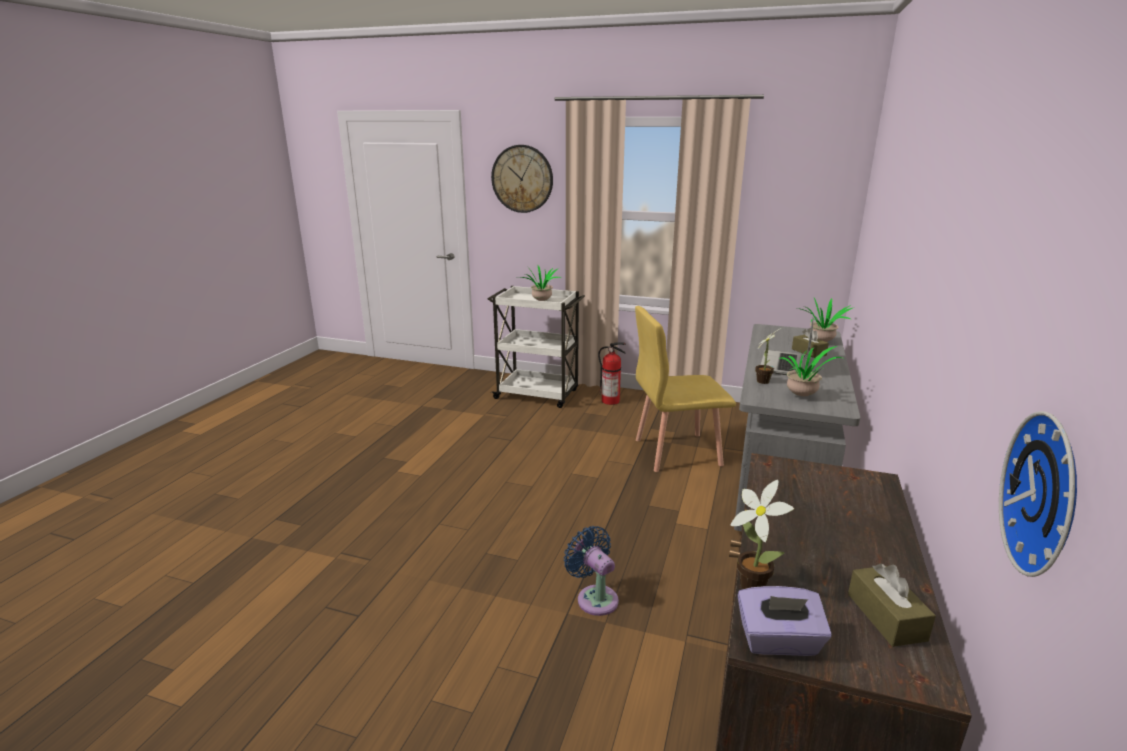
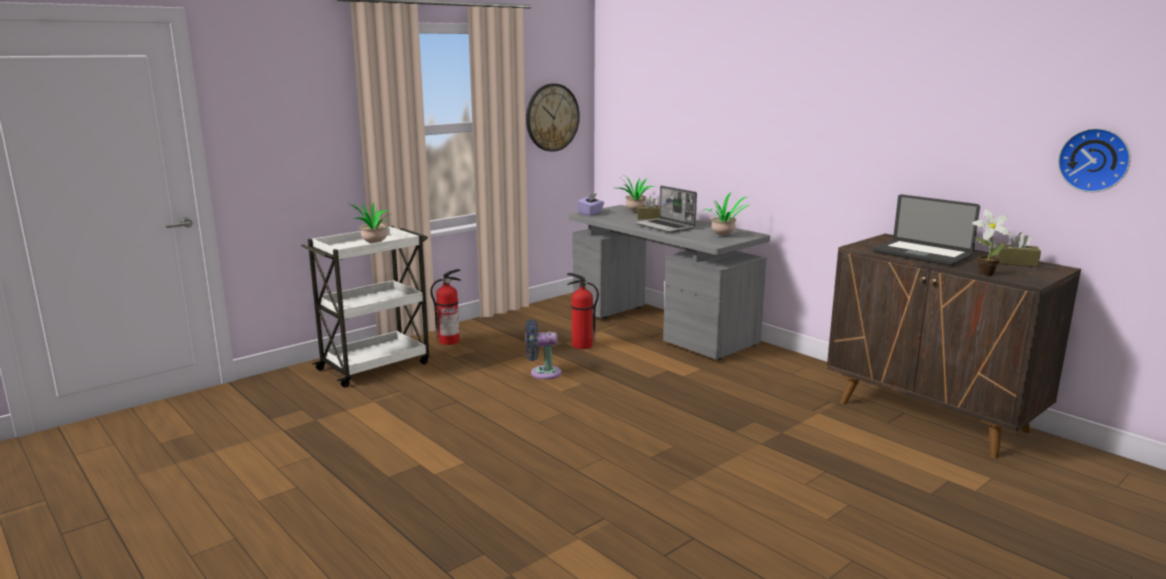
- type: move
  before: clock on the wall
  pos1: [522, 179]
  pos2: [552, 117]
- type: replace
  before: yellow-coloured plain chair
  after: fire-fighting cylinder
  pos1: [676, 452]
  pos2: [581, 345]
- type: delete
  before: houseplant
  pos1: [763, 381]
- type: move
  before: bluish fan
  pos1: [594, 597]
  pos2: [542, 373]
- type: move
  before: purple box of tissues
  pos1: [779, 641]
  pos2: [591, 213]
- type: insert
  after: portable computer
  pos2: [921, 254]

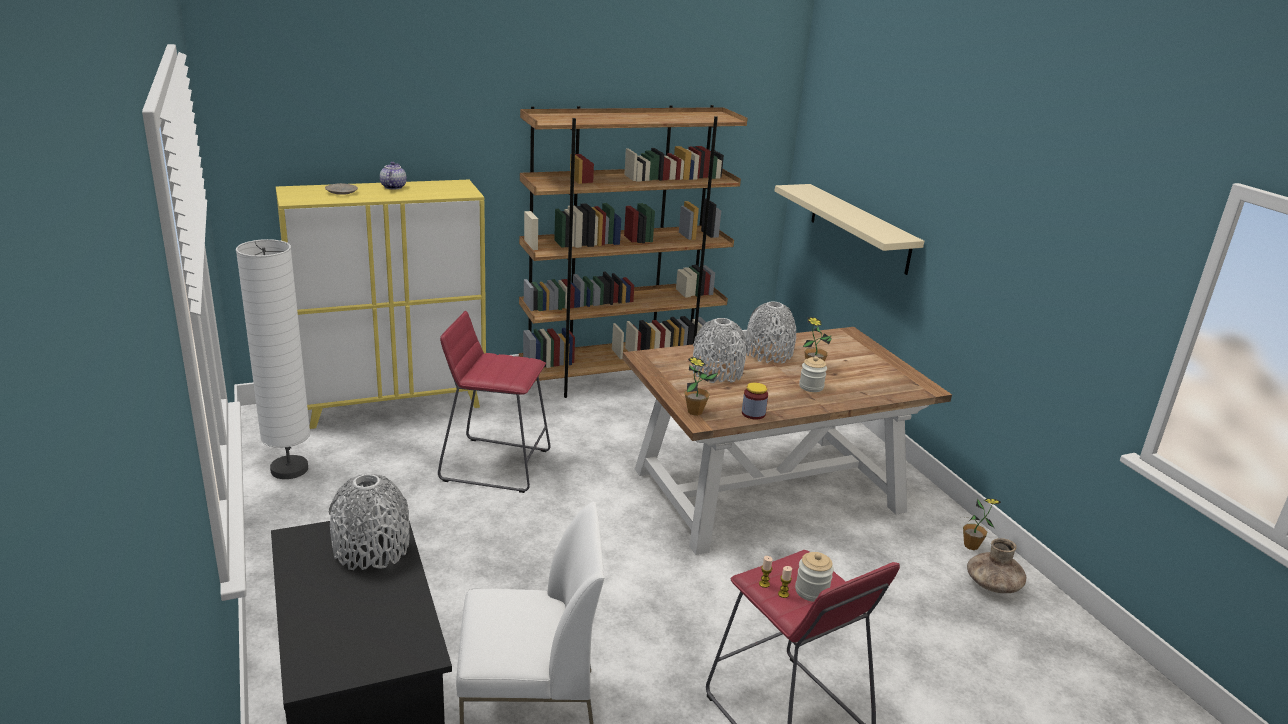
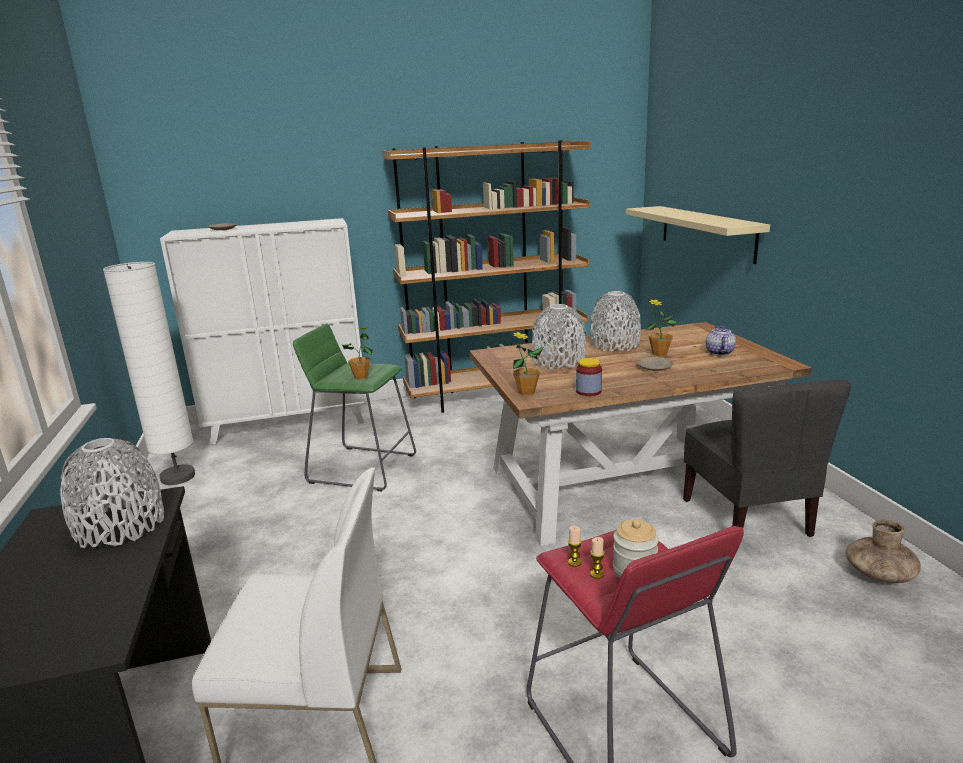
- type: move
  before: tea pot
  pos1: [393, 187]
  pos2: [718, 352]
- type: recolor
  before: yellow-coloured cabinet
  after: white cabinet
  pos1: [394, 405]
  pos2: [290, 423]
- type: recolor
  before: red sitting stool
  after: green sitting stool
  pos1: [495, 465]
  pos2: [362, 468]
- type: replace
  before: preserve jar
  after: sand-coloured dinner plate
  pos1: [811, 387]
  pos2: [655, 368]
- type: move
  before: houseplant
  pos1: [971, 546]
  pos2: [361, 377]
- type: insert
  after: greyish plain chair
  pos2: [747, 517]

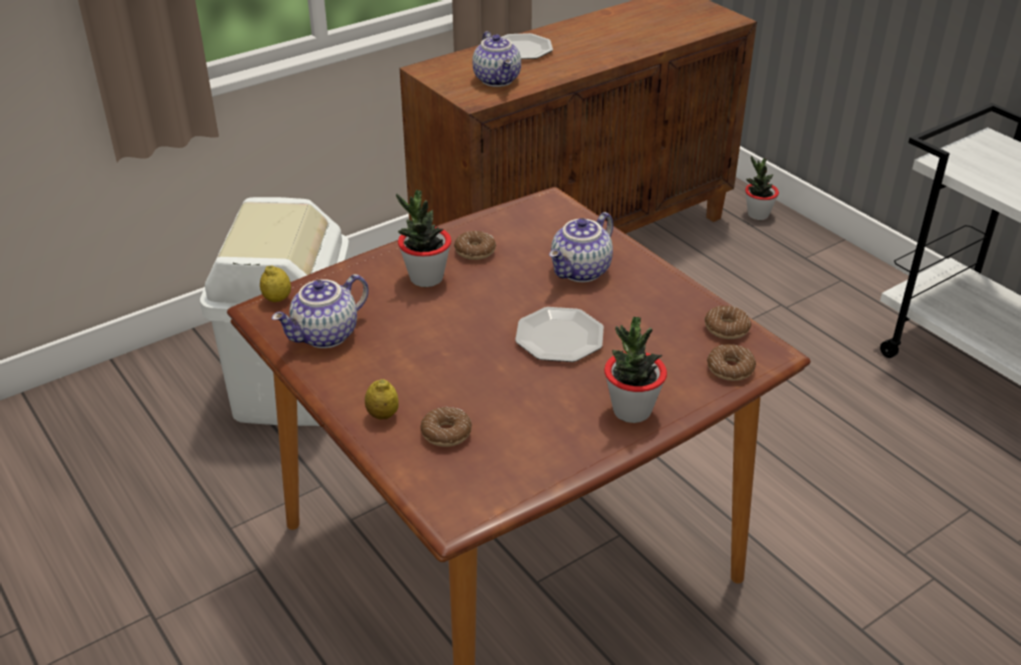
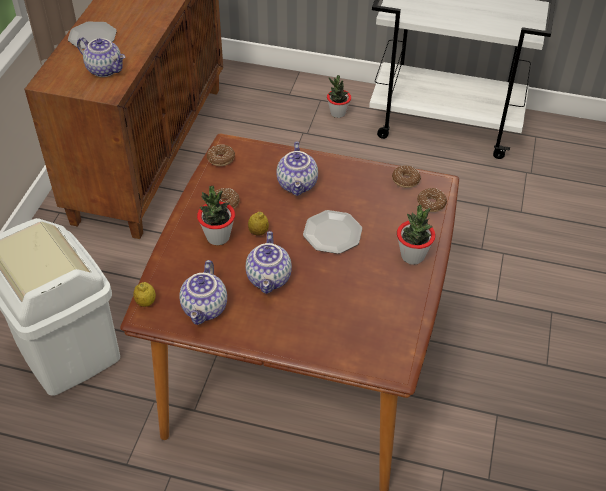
- type: move
  before: houseplant
  pos1: [758, 215]
  pos2: [338, 113]
- type: move
  before: citrus fruit
  pos1: [382, 415]
  pos2: [258, 232]
- type: move
  before: donut
  pos1: [446, 433]
  pos2: [221, 159]
- type: insert
  after: tea pot
  pos2: [270, 279]

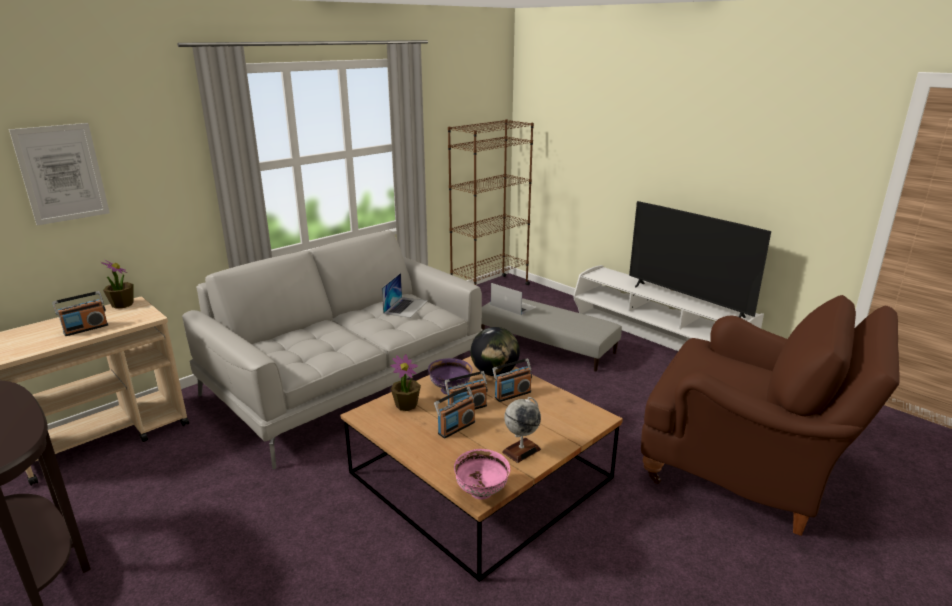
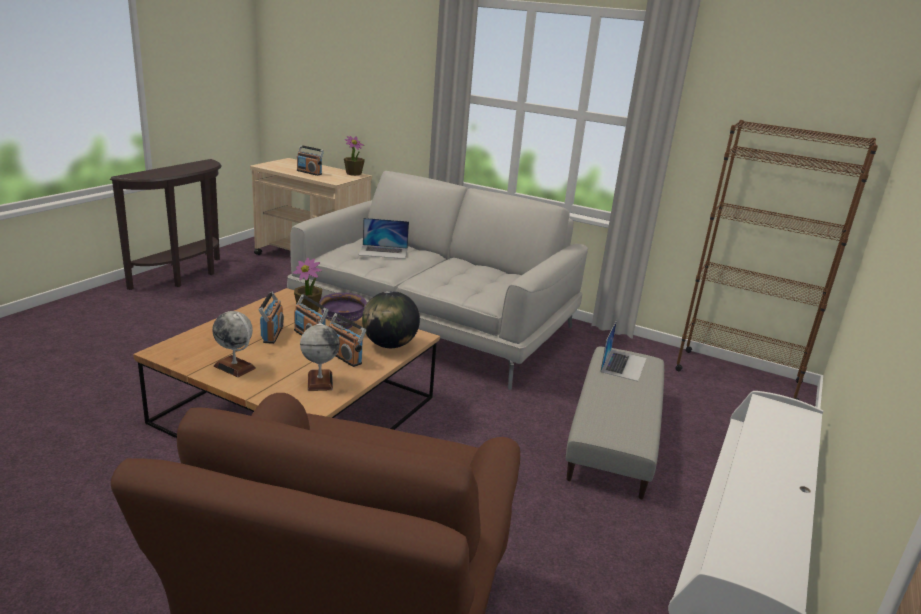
- type: delete
  before: wall picture
  pos1: [62, 173]
- type: delete
  before: TV set
  pos1: [687, 301]
- type: move
  before: portable computer
  pos1: [405, 307]
  pos2: [383, 251]
- type: rotate
  before: radio receiver
  pos1: [456, 427]
  pos2: [272, 334]
  turn: -120
- type: delete
  before: pink-coloured bowl
  pos1: [482, 492]
- type: insert
  after: world globe
  pos2: [320, 381]

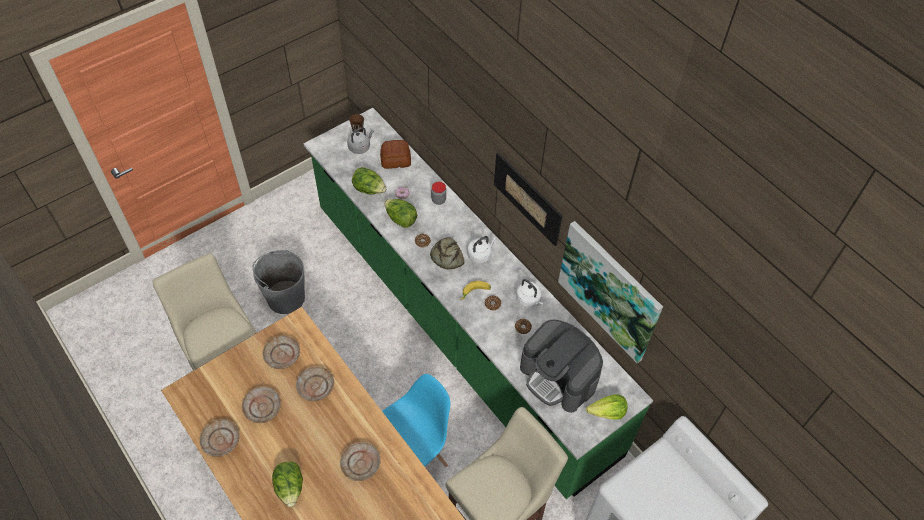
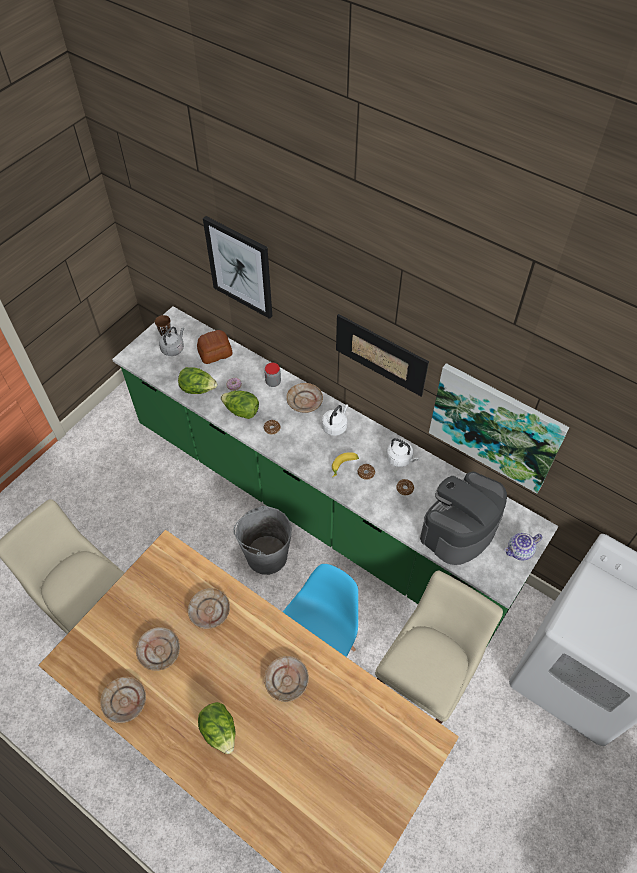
- type: delete
  before: bread
  pos1: [447, 256]
- type: move
  before: greyish pail
  pos1: [285, 297]
  pos2: [266, 555]
- type: rotate
  before: coffee machine
  pos1: [558, 377]
  pos2: [459, 529]
  turn: 105
- type: move
  before: sand-coloured dinner plate
  pos1: [282, 355]
  pos2: [304, 401]
- type: replace
  before: lettuce
  after: tea pot
  pos1: [607, 412]
  pos2: [519, 551]
- type: insert
  after: wall picture
  pos2: [240, 267]

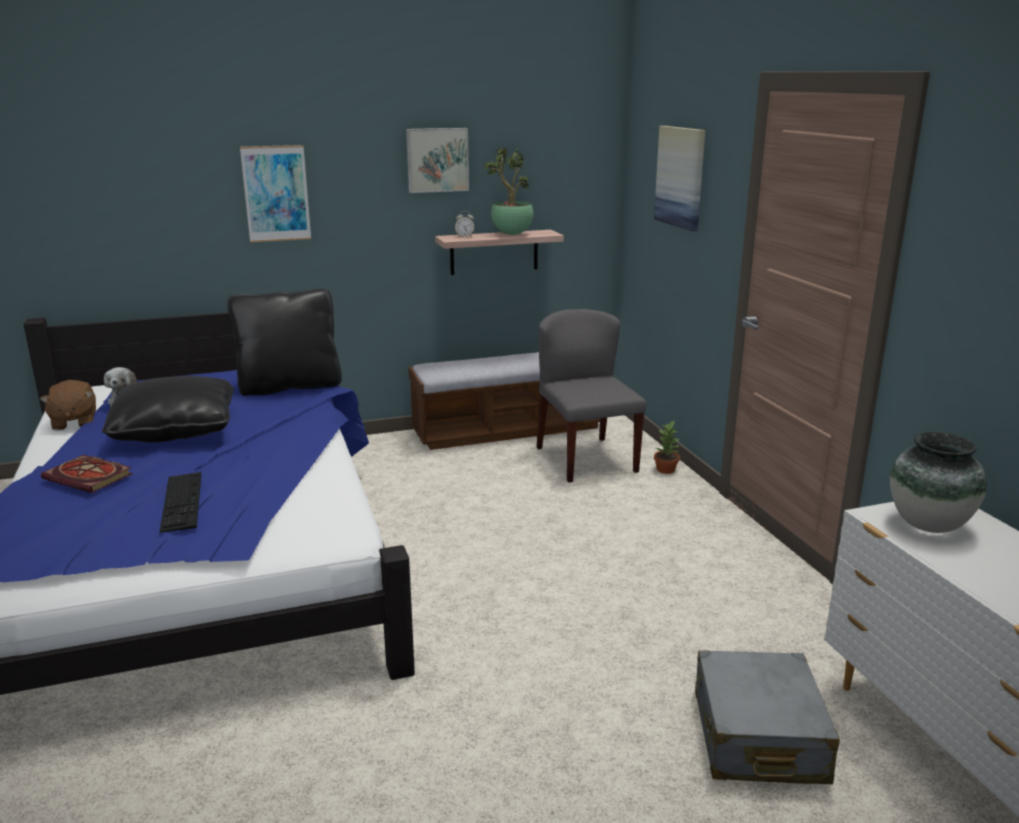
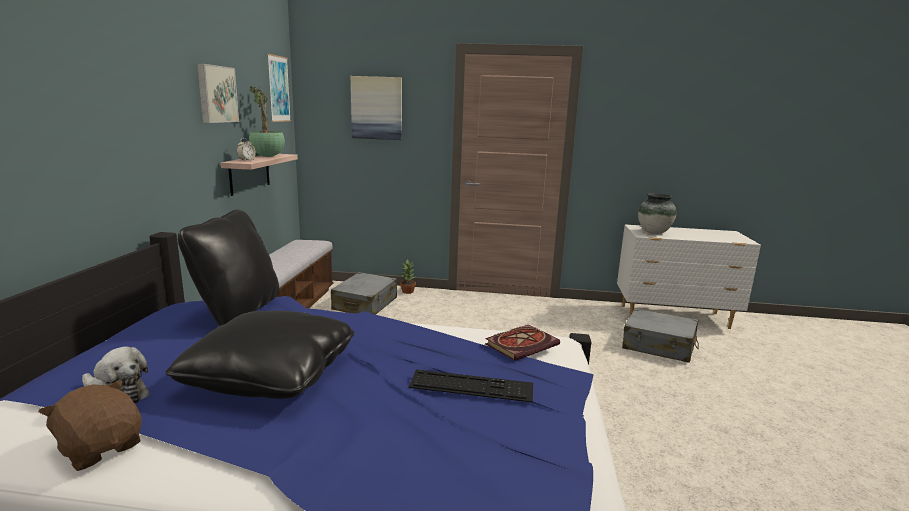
- type: move
  before: wall picture
  pos1: [276, 193]
  pos2: [279, 89]
- type: replace
  before: greyish plain chair
  after: greyish piece of luggage
  pos1: [585, 459]
  pos2: [365, 304]
- type: rotate
  before: brown cuddly toy
  pos1: [74, 422]
  pos2: [101, 448]
  turn: -150
- type: move
  before: bound book
  pos1: [90, 477]
  pos2: [522, 344]

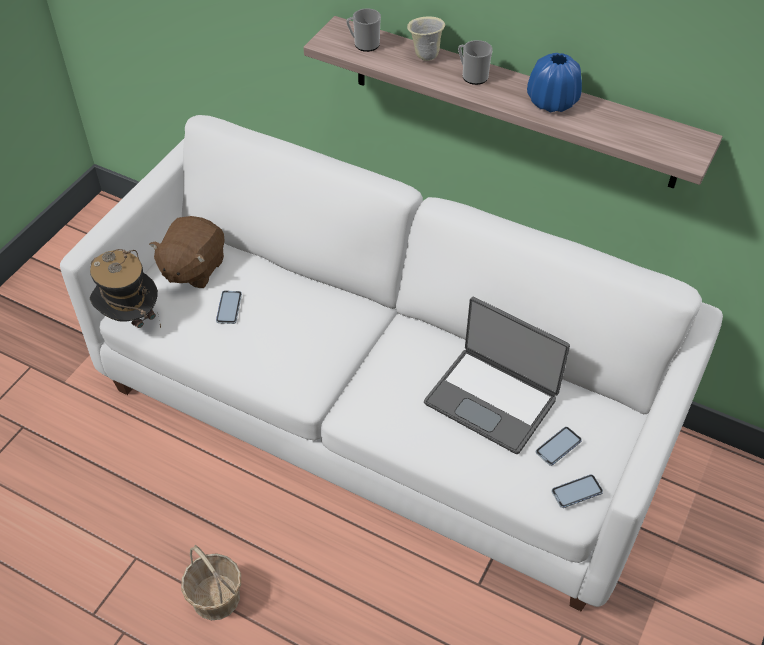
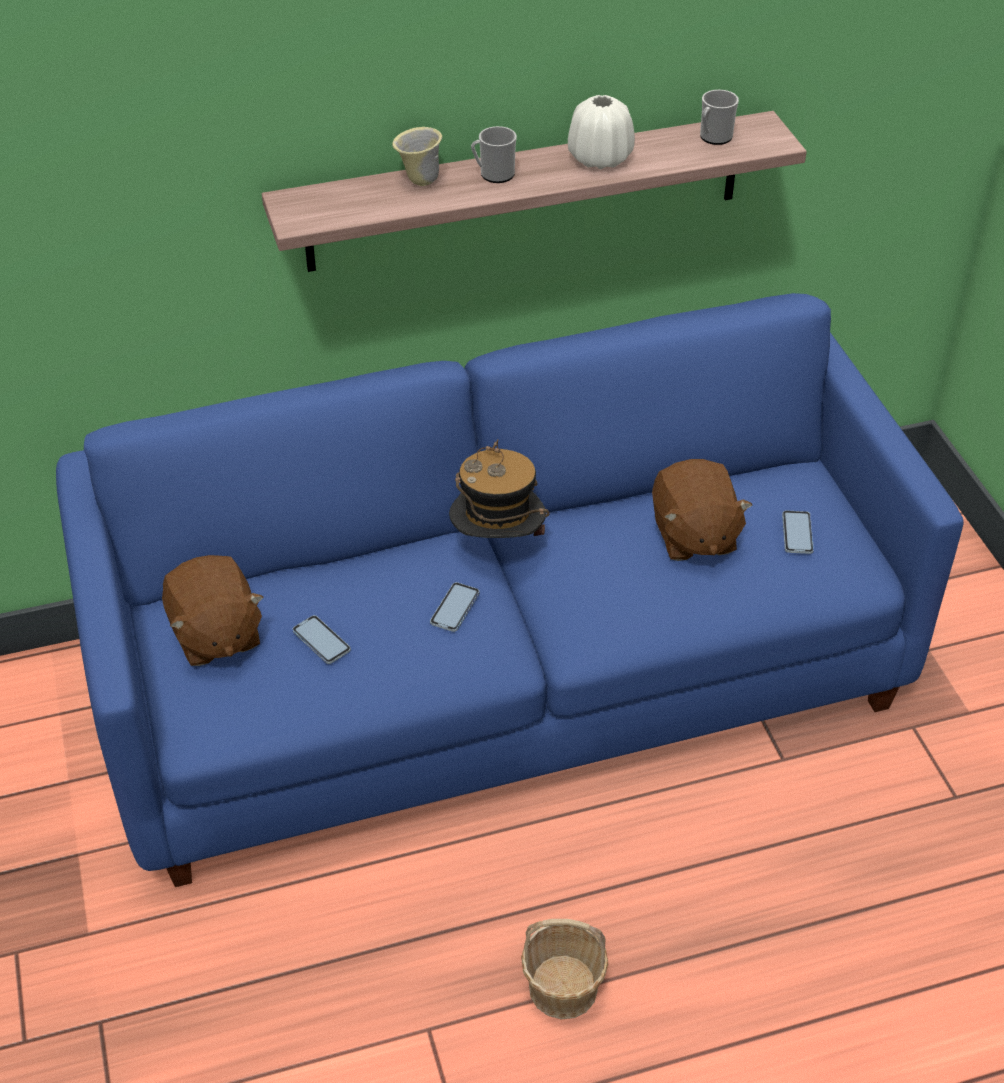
- type: move
  before: coffee mug
  pos1: [364, 44]
  pos2: [713, 138]
- type: recolor
  before: bluish vase
  after: white vase
  pos1: [552, 102]
  pos2: [599, 158]
- type: recolor
  before: white settee
  after: bluish settee
  pos1: [383, 410]
  pos2: [502, 677]
- type: move
  before: clothing hat
  pos1: [131, 319]
  pos2: [498, 546]
- type: replace
  before: portable computer
  after: brown cuddly toy
  pos1: [492, 399]
  pos2: [693, 535]
- type: move
  before: phone
  pos1: [576, 492]
  pos2: [455, 608]

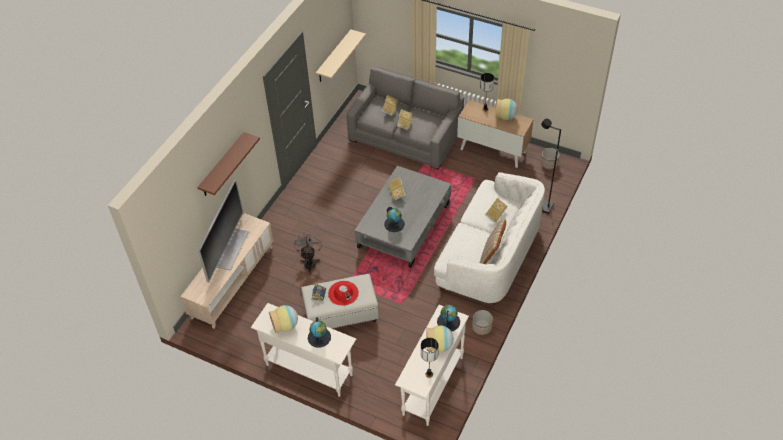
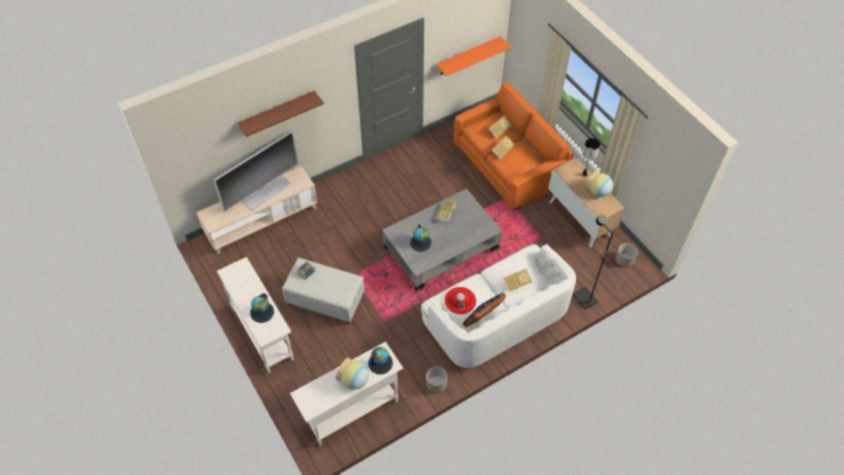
- type: recolor
  before: sand-coloured bracket shelf
  after: orangey bracket shelf
  pos1: [334, 56]
  pos2: [468, 56]
- type: recolor
  before: greyish settee
  after: orangey settee
  pos1: [406, 135]
  pos2: [509, 163]
- type: recolor
  before: sand-coloured throw pillow
  after: black throw pillow
  pos1: [491, 254]
  pos2: [482, 320]
- type: delete
  before: greyish fan
  pos1: [310, 262]
- type: move
  before: red clothing hat
  pos1: [343, 293]
  pos2: [460, 300]
- type: delete
  before: vase
  pos1: [285, 325]
- type: delete
  before: lamp for a table
  pos1: [429, 374]

